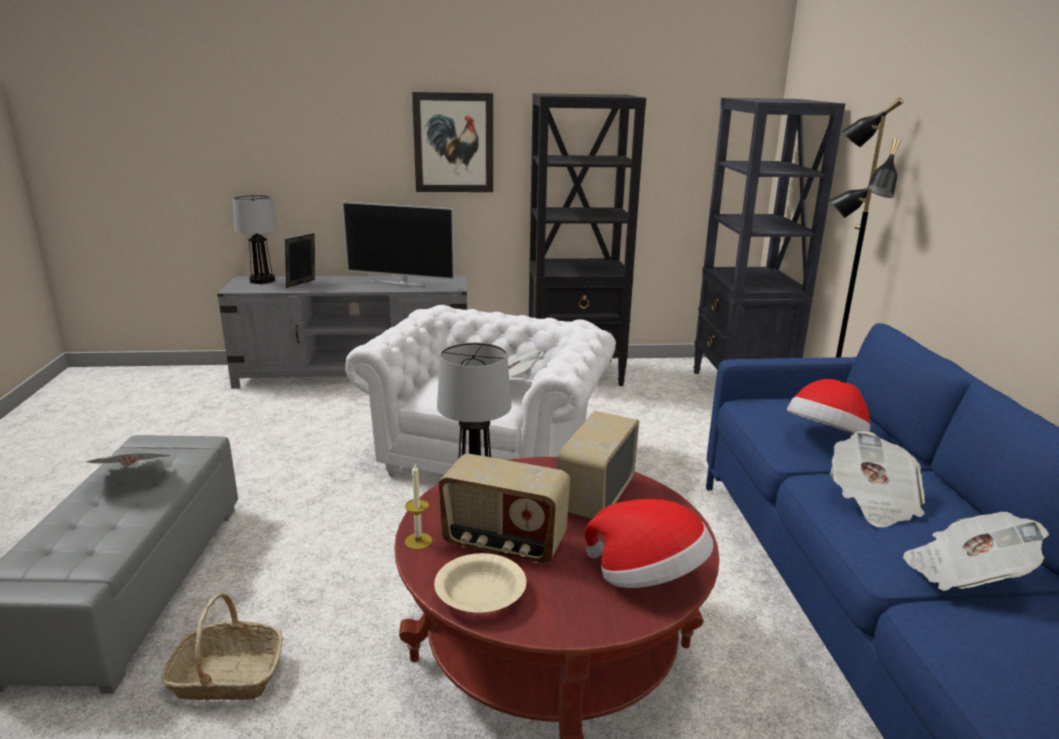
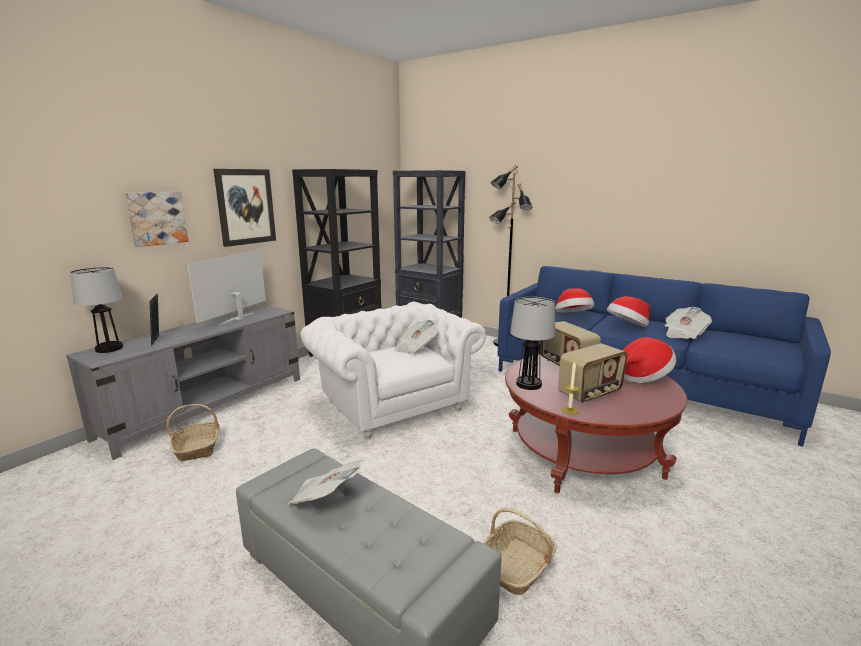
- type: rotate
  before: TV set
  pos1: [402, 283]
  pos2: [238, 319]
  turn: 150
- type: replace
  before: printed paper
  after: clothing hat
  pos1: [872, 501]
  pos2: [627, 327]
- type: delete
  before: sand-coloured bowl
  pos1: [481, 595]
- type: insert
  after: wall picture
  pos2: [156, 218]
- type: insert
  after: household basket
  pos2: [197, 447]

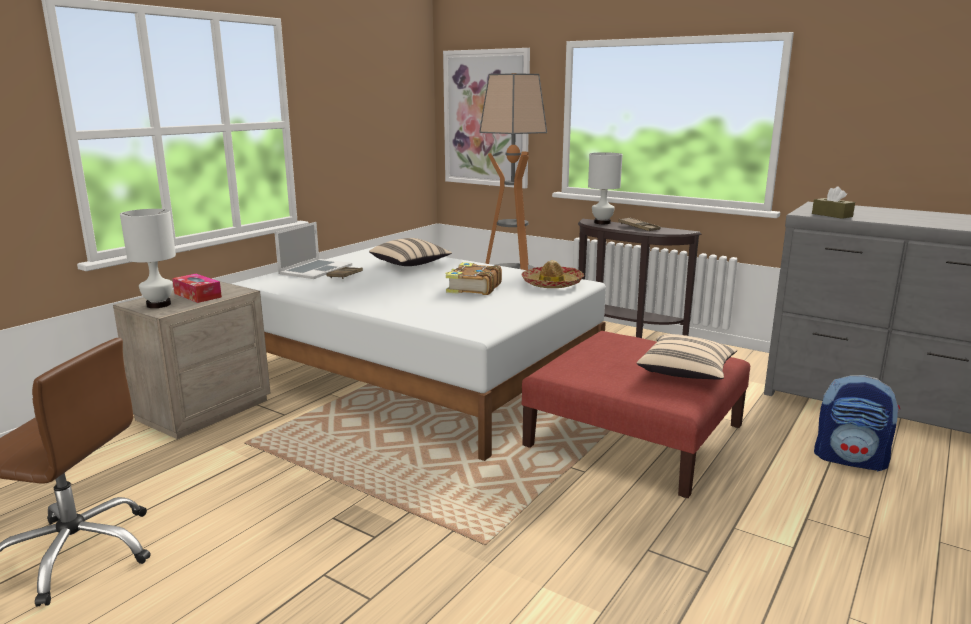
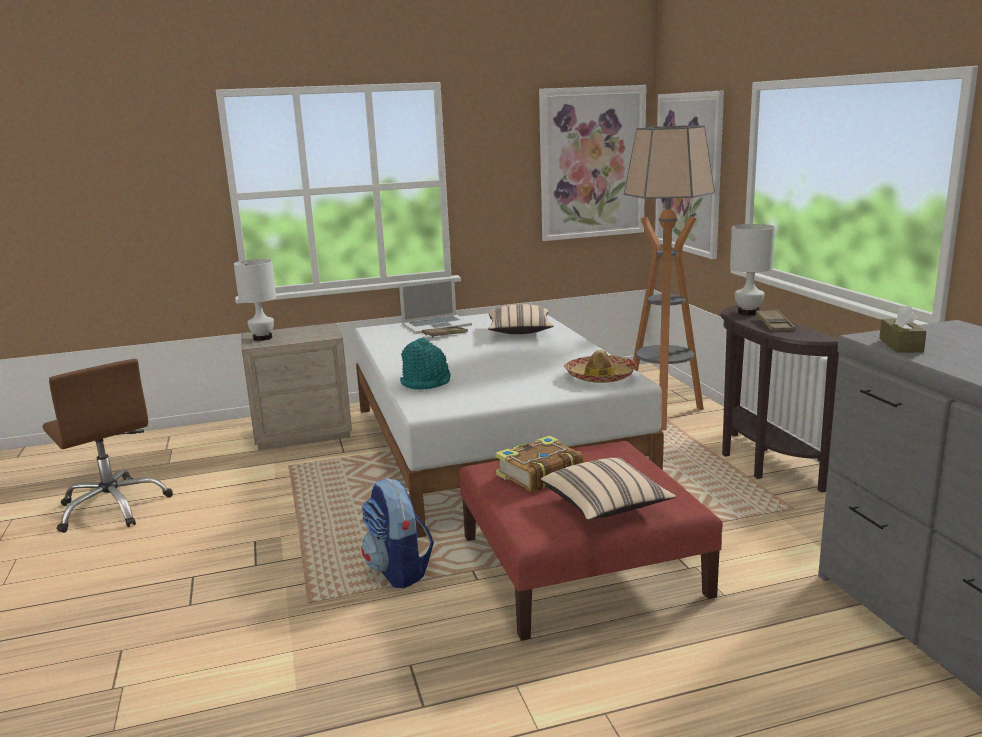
- type: move
  before: bound book
  pos1: [473, 288]
  pos2: [538, 475]
- type: delete
  before: box of tissues
  pos1: [197, 295]
- type: move
  before: rucksack
  pos1: [850, 459]
  pos2: [399, 571]
- type: insert
  after: wall picture
  pos2: [592, 163]
- type: insert
  after: blue-green clothing hat
  pos2: [426, 382]

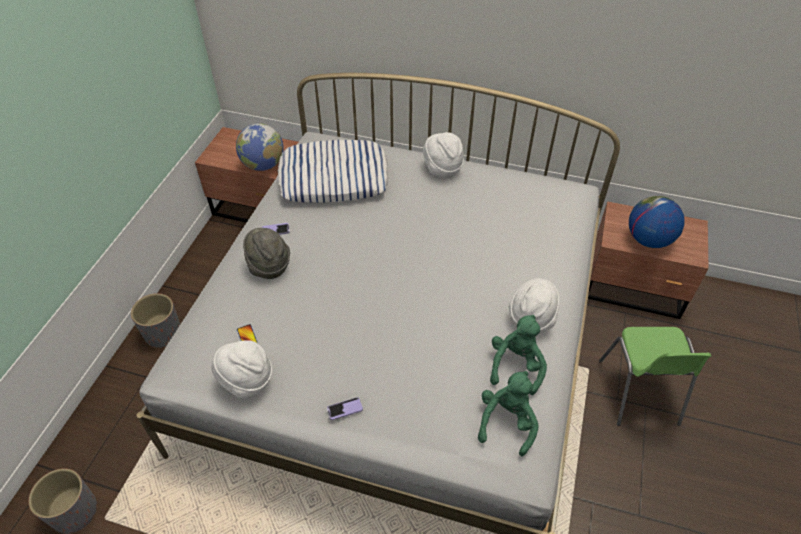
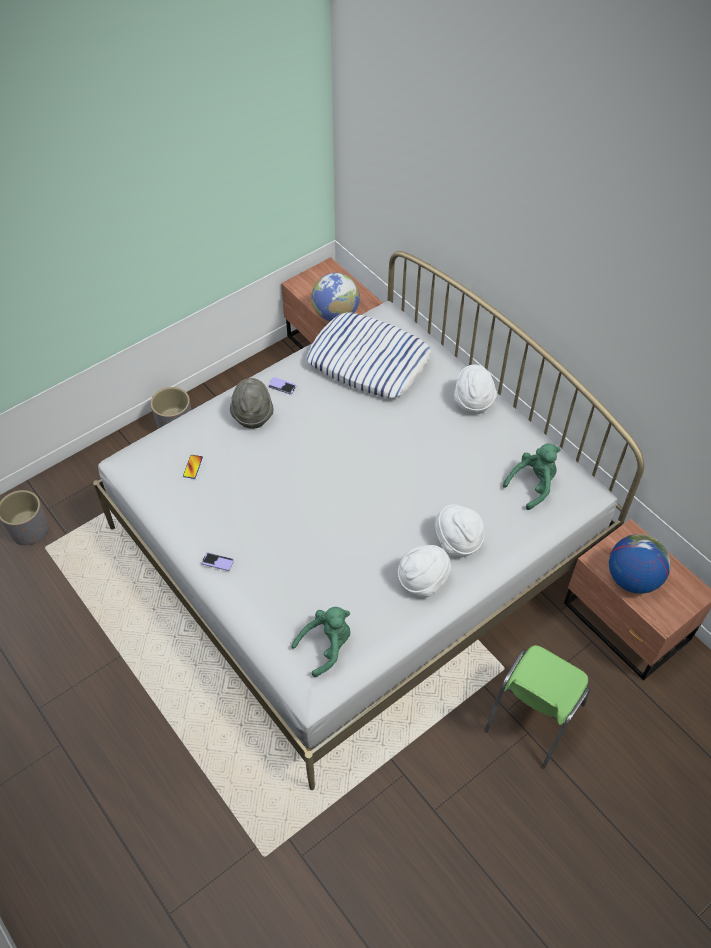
- type: move
  before: green cuddly toy
  pos1: [516, 365]
  pos2: [533, 485]
- type: move
  before: white clothing hat
  pos1: [246, 381]
  pos2: [457, 541]

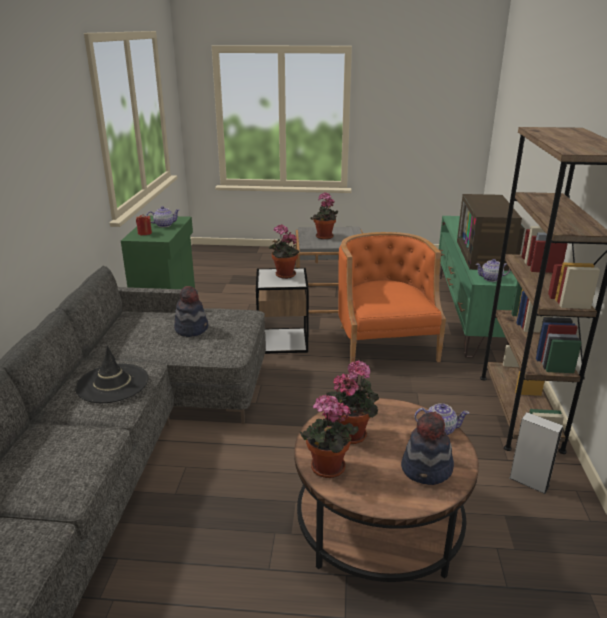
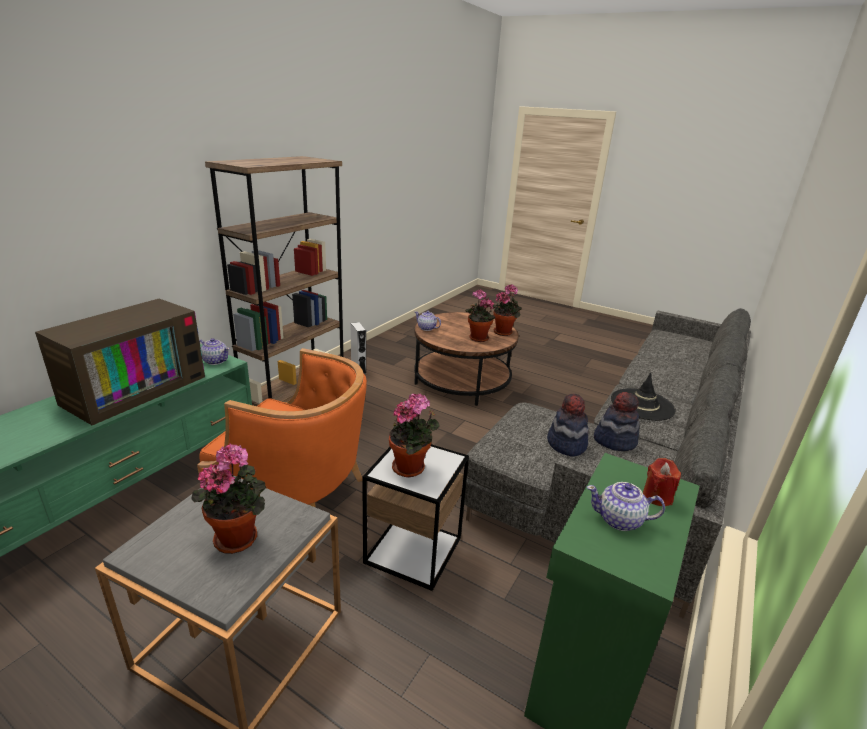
- type: rotate
  before: orangey lounge chair
  pos1: [384, 342]
  pos2: [295, 495]
  turn: -90
- type: move
  before: clothing hat
  pos1: [427, 469]
  pos2: [614, 440]

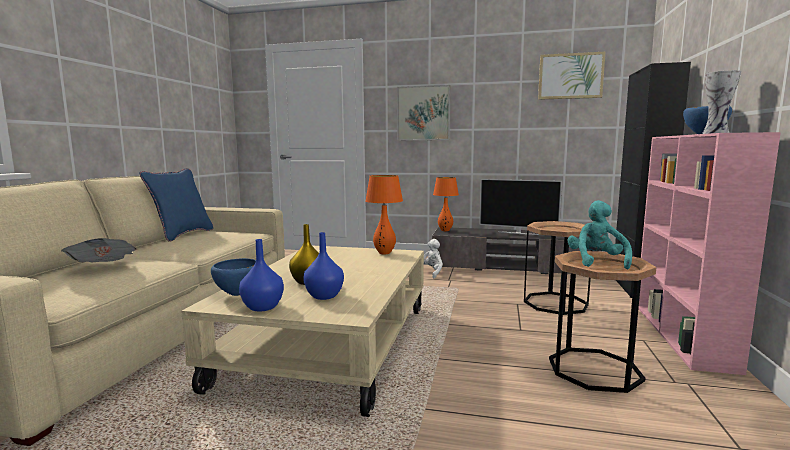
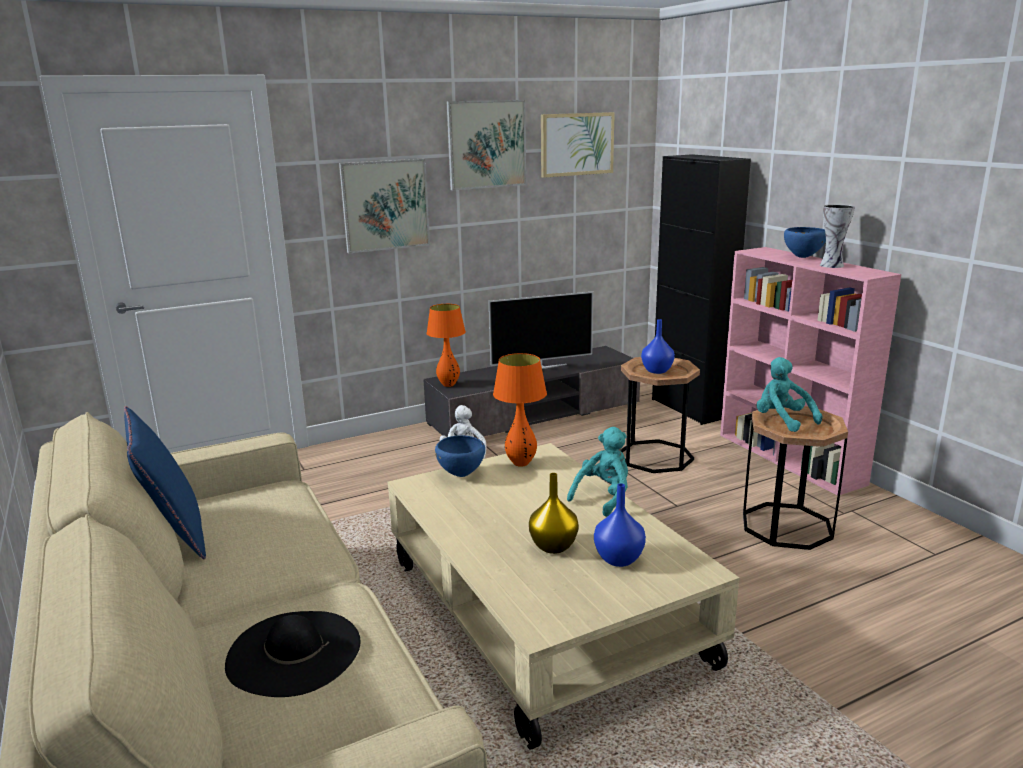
- type: replace
  before: printed paper
  after: black clothing hat
  pos1: [104, 268]
  pos2: [294, 652]
- type: move
  before: bluish vase
  pos1: [263, 307]
  pos2: [657, 370]
- type: move
  before: bluish bowl
  pos1: [238, 294]
  pos2: [461, 475]
- type: insert
  after: wall picture
  pos2: [486, 144]
- type: insert
  after: blue-green cuddly toy
  pos2: [603, 497]

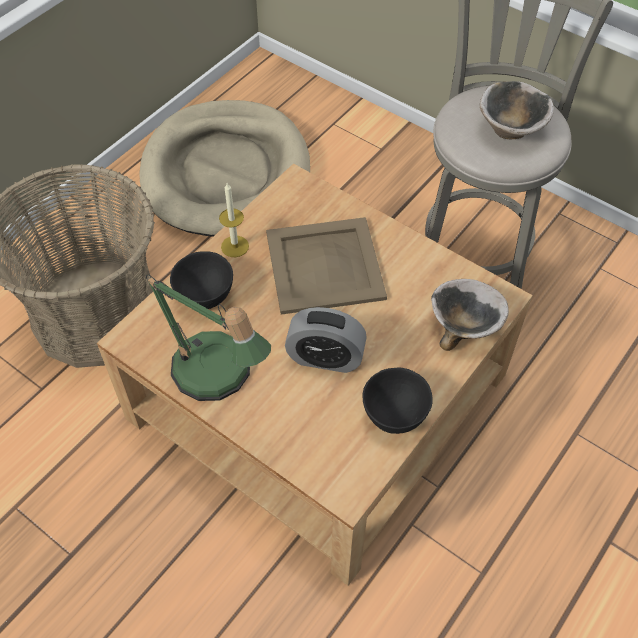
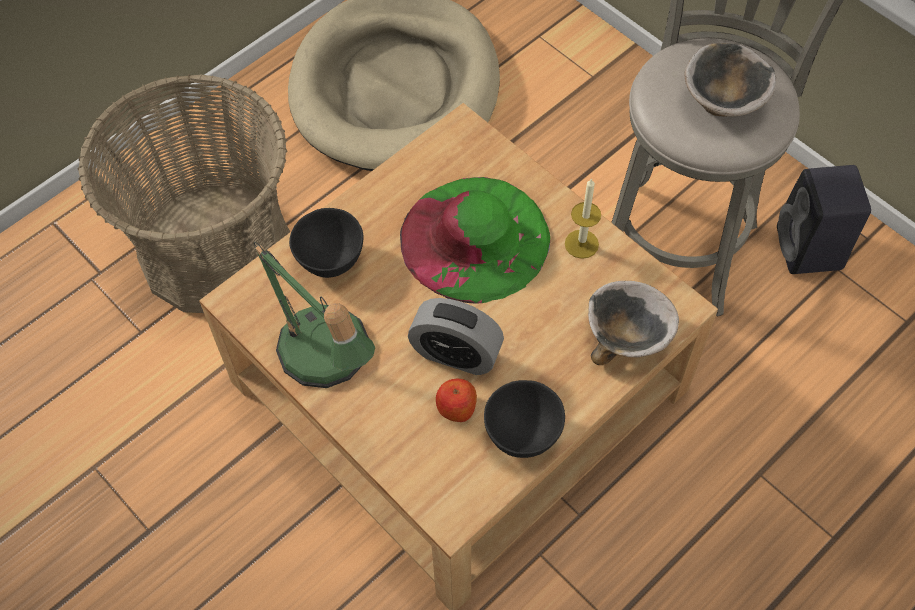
- type: move
  before: candle
  pos1: [235, 246]
  pos2: [581, 244]
- type: replace
  before: sand-coloured serving tray
  after: green clothing hat
  pos1: [323, 265]
  pos2: [475, 238]
- type: insert
  after: black audio speaker
  pos2: [810, 250]
- type: insert
  after: apple fruit
  pos2: [456, 407]

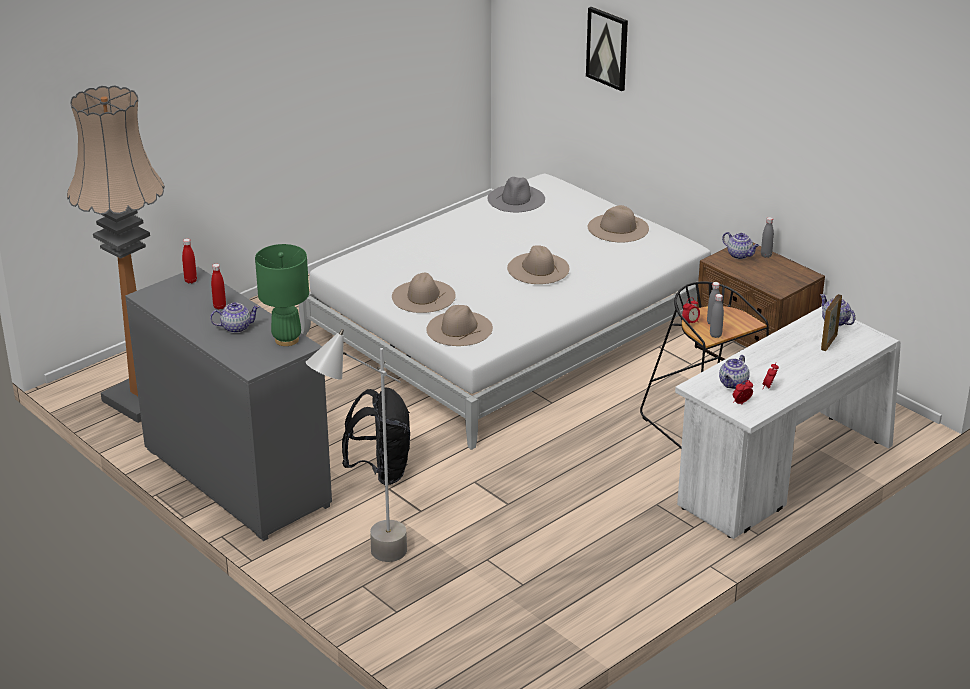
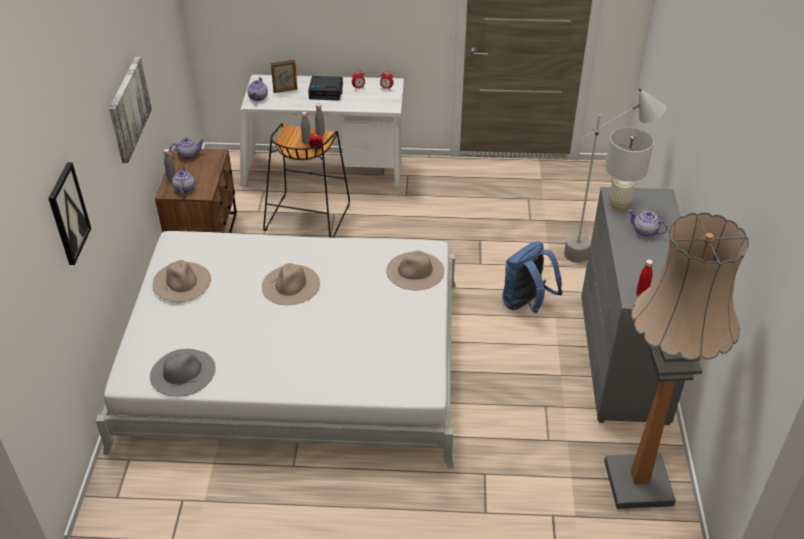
- type: recolor
  before: green lamp for a table
  after: white lamp for a table
  pos1: [286, 340]
  pos2: [619, 203]
- type: delete
  before: red beverage bottle
  pos1: [219, 307]
- type: delete
  before: sand-coloured clothing hat
  pos1: [423, 296]
- type: move
  before: tea pot
  pos1: [733, 384]
  pos2: [189, 155]
- type: recolor
  before: black rucksack
  after: bluish rucksack
  pos1: [381, 471]
  pos2: [526, 304]
- type: insert
  after: wall picture
  pos2: [128, 109]
- type: insert
  after: table clock
  pos2: [326, 92]

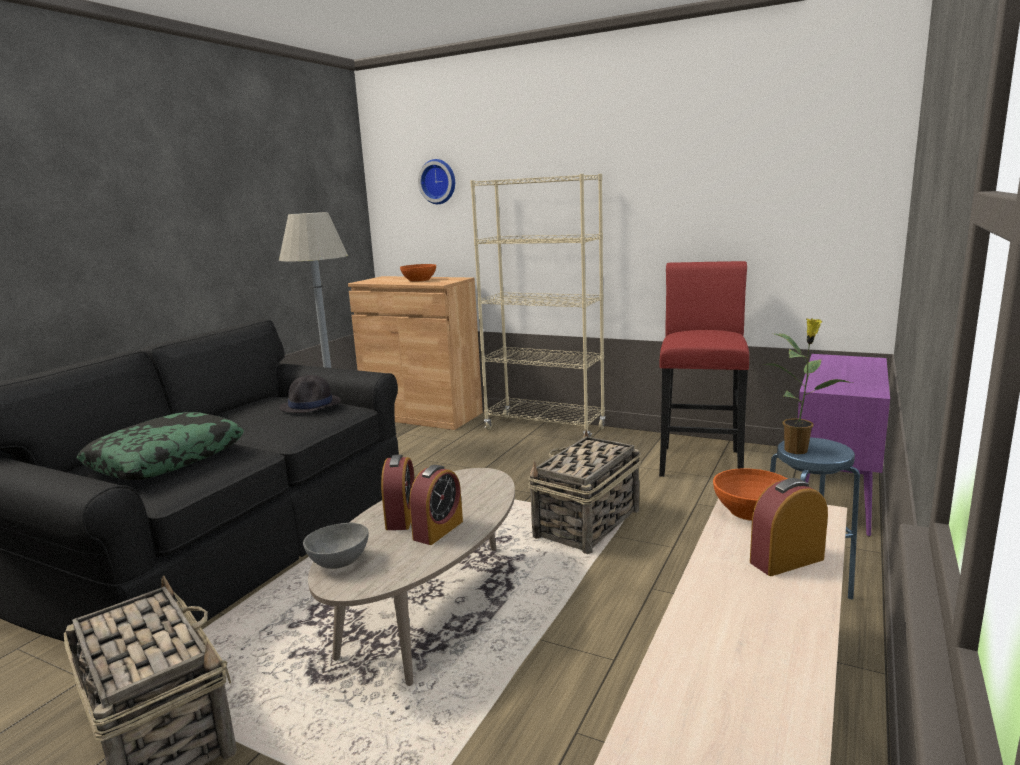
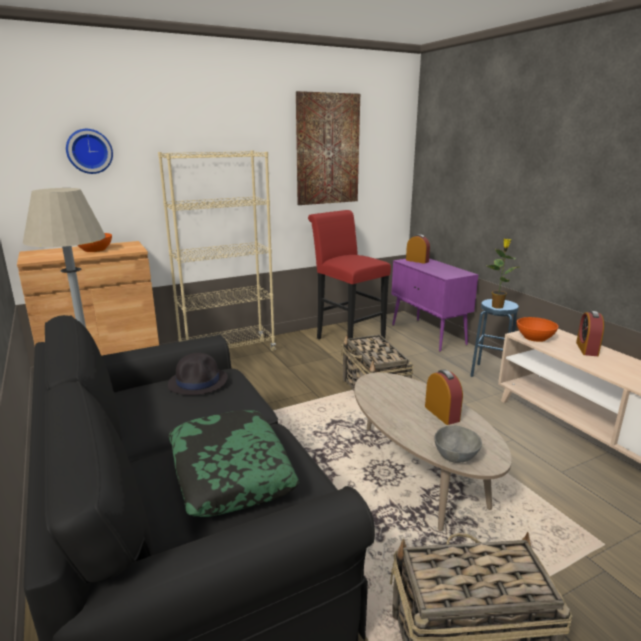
- type: move
  before: table clock
  pos1: [401, 517]
  pos2: [417, 261]
- type: insert
  after: wall picture
  pos2: [327, 149]

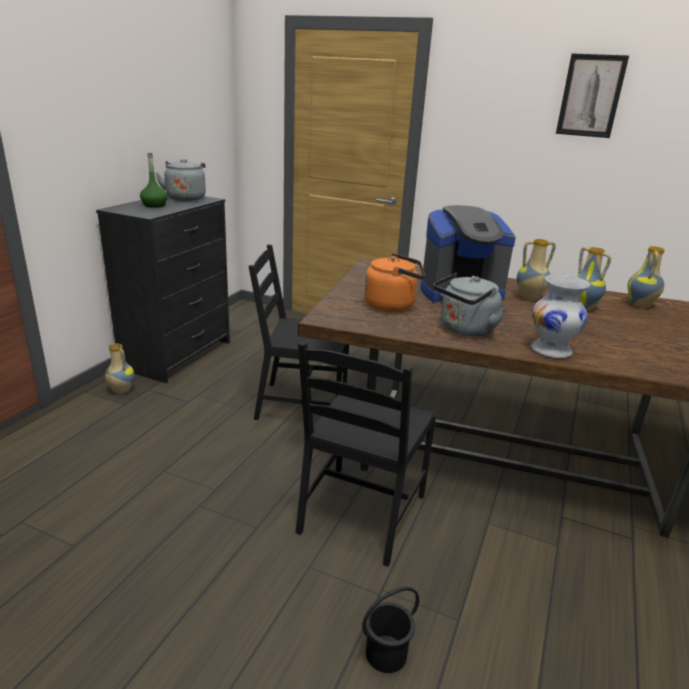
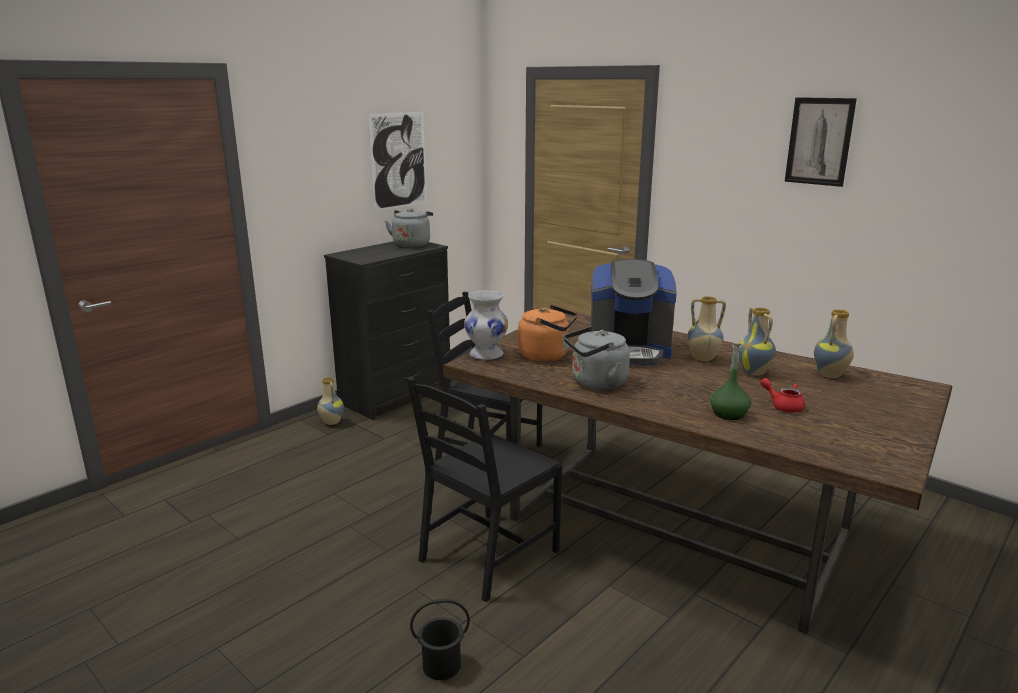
- type: move
  before: green beverage bottle
  pos1: [154, 205]
  pos2: [728, 413]
- type: move
  before: white vase
  pos1: [550, 350]
  pos2: [486, 354]
- type: insert
  after: wall picture
  pos2: [398, 160]
- type: insert
  after: red tea pot
  pos2: [783, 406]

